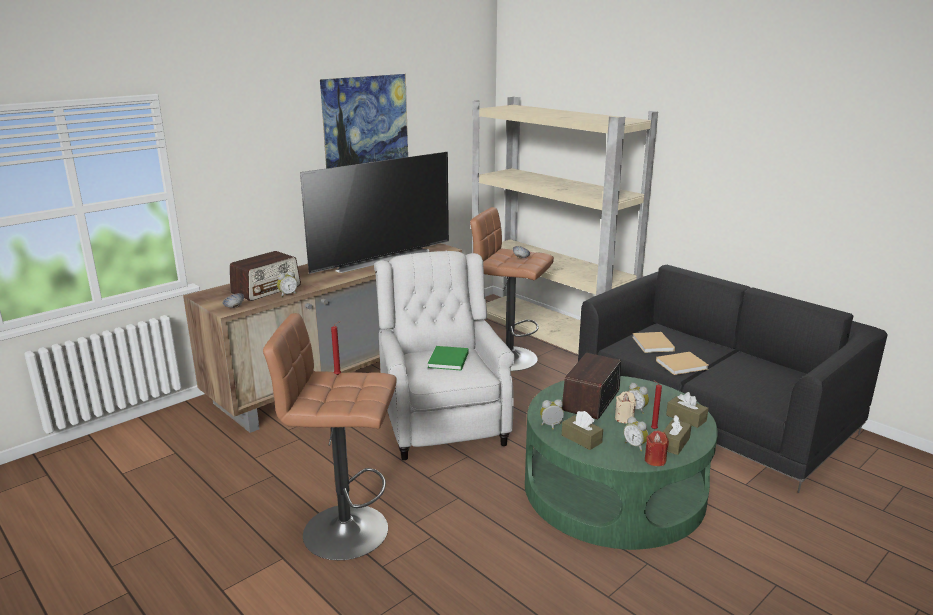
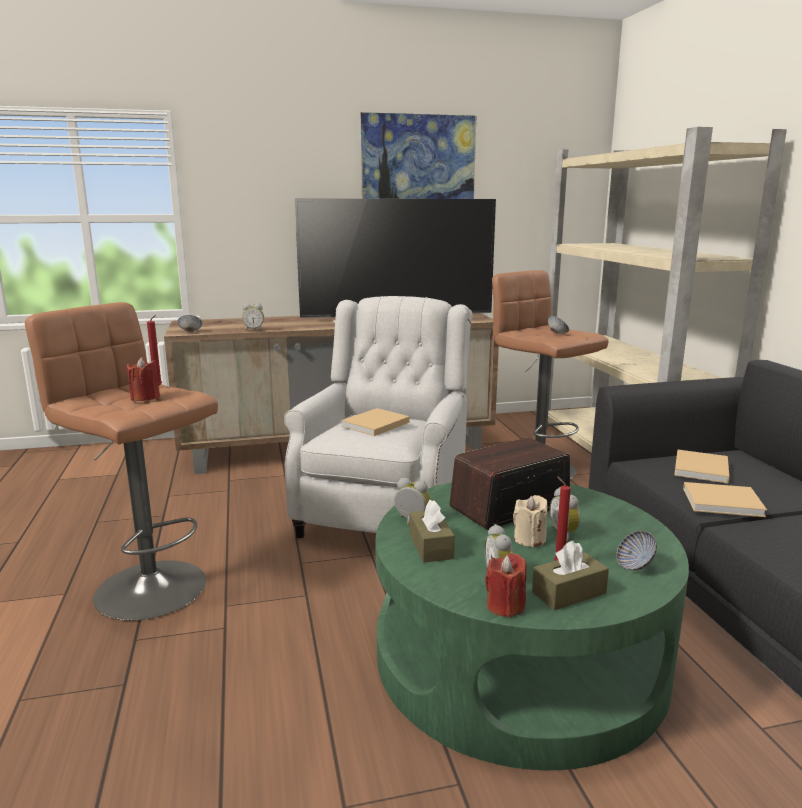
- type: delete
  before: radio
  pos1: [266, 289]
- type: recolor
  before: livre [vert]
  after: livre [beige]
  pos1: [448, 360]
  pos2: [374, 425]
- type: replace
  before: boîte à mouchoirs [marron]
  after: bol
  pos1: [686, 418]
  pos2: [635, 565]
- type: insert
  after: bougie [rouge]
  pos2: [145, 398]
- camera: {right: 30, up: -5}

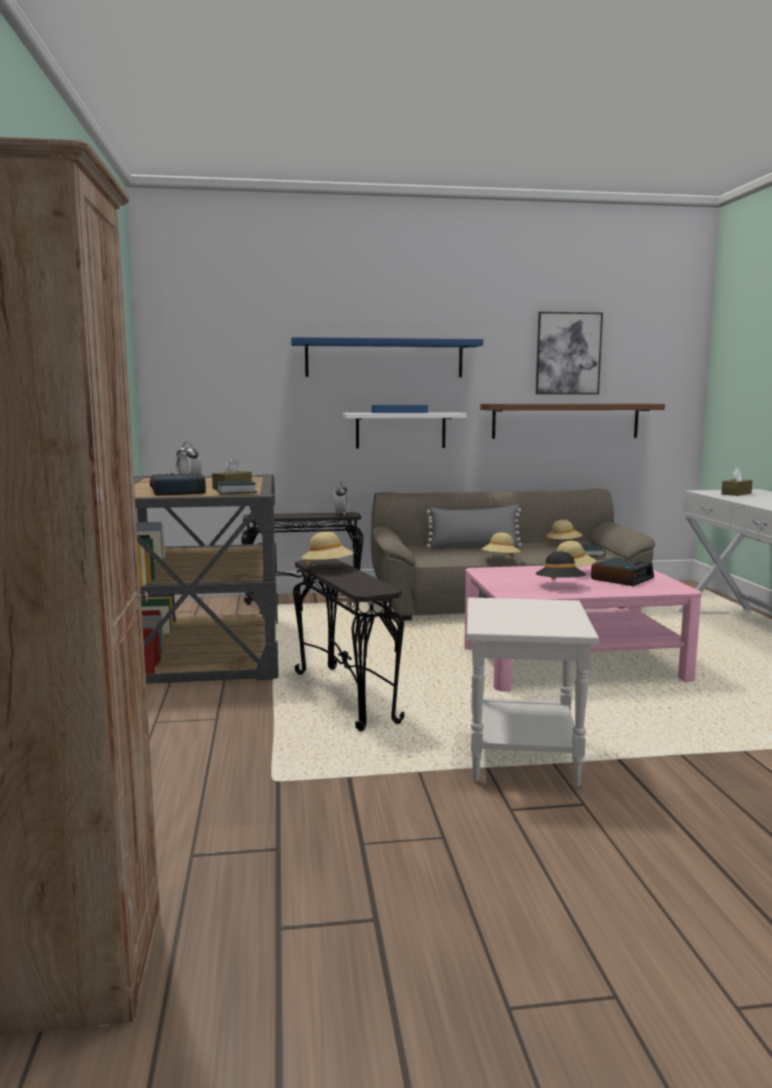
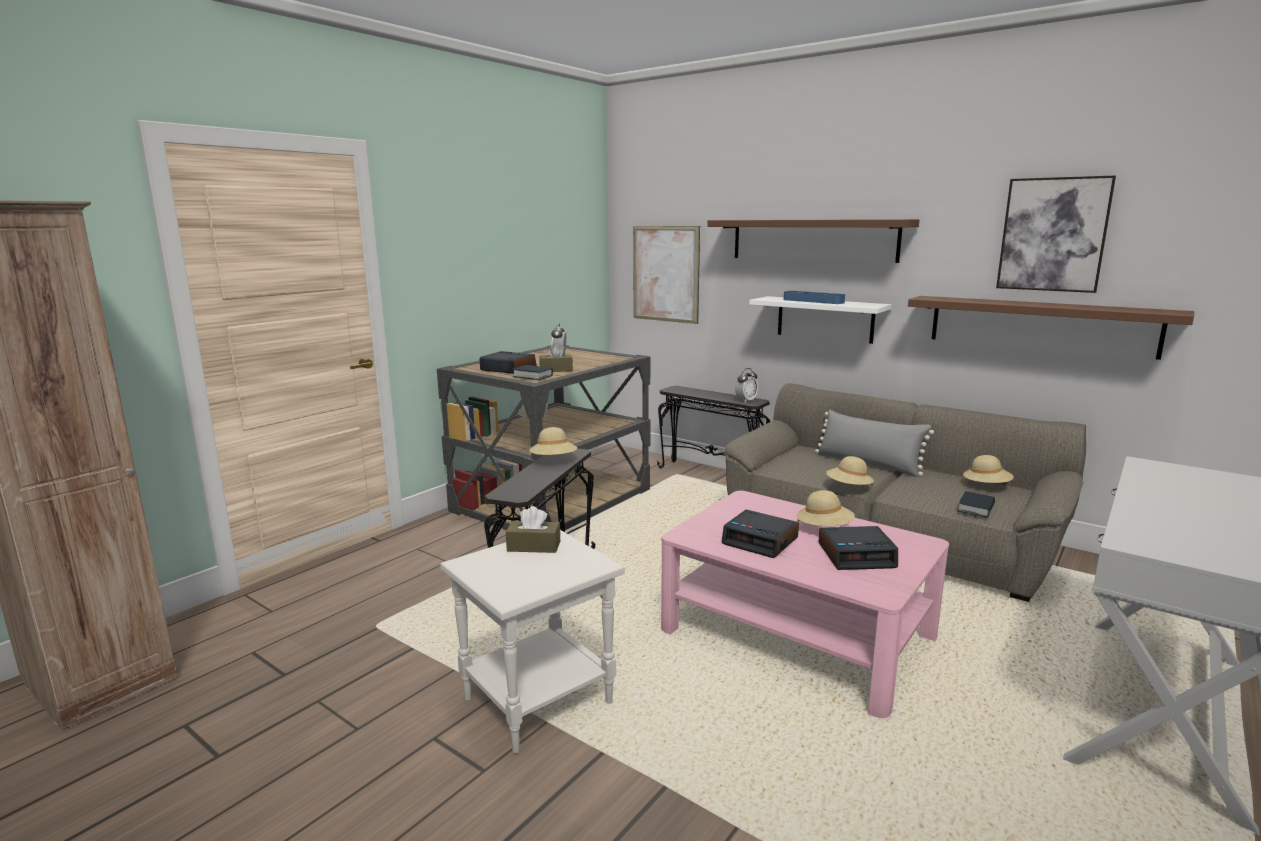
- type: recolor
  before: étagère [bleu]
  after: étagère [marron]
  pos1: [384, 358]
  pos2: [812, 240]
- type: replace
  before: chapeau [noir]
  after: réveil
  pos1: [560, 586]
  pos2: [761, 541]
- type: move
  before: boîte à mouchoirs [marron]
  pos1: [736, 494]
  pos2: [534, 546]
- type: insert
  after: tableau
  pos2: [665, 274]
- camera: {right: 45, up: 5}

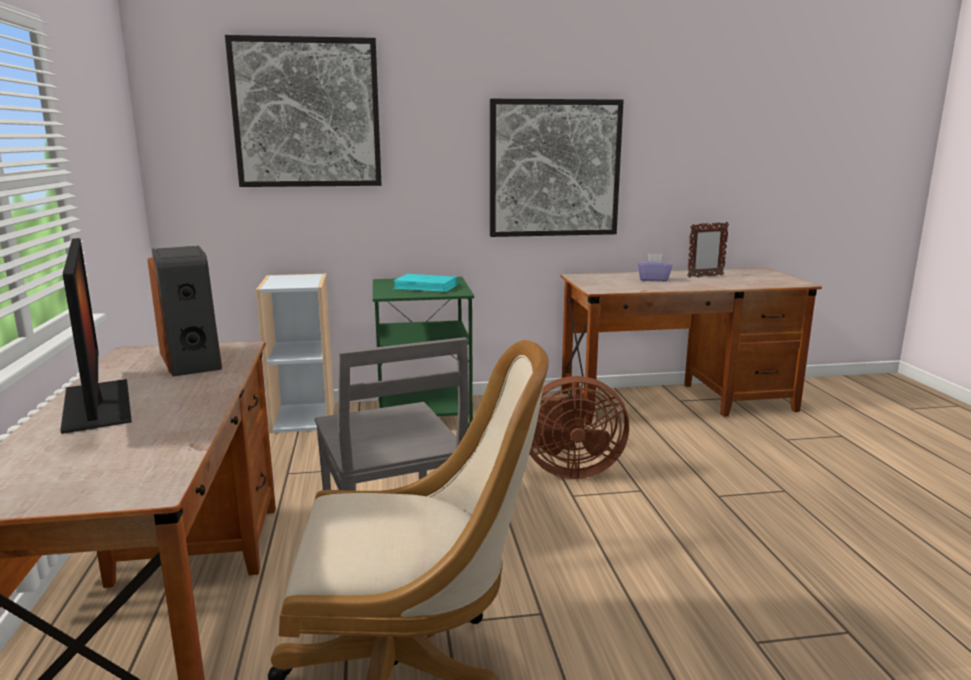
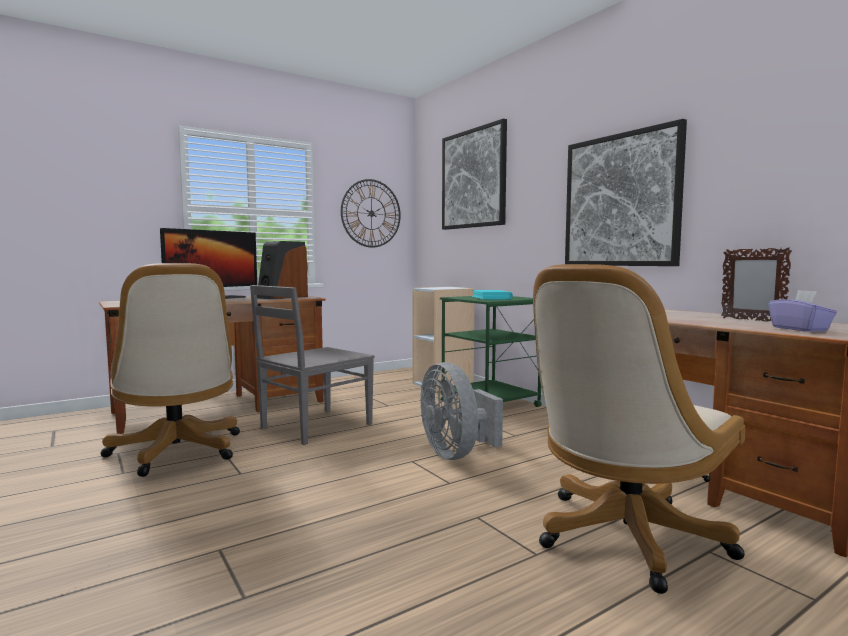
- type: recolor
  before: ventilateur [marron]
  after: ventilateur [gris]
  pos1: [568, 470]
  pos2: [456, 454]
- type: move
  before: boîte à mouchoirs [violet]
  pos1: [653, 279]
  pos2: [800, 329]
- type: insert
  after: horloge murale
  pos2: [371, 213]
- type: insert
  after: chaise de bureau
  pos2: [623, 541]
- camera: {right: 65, up: -10}

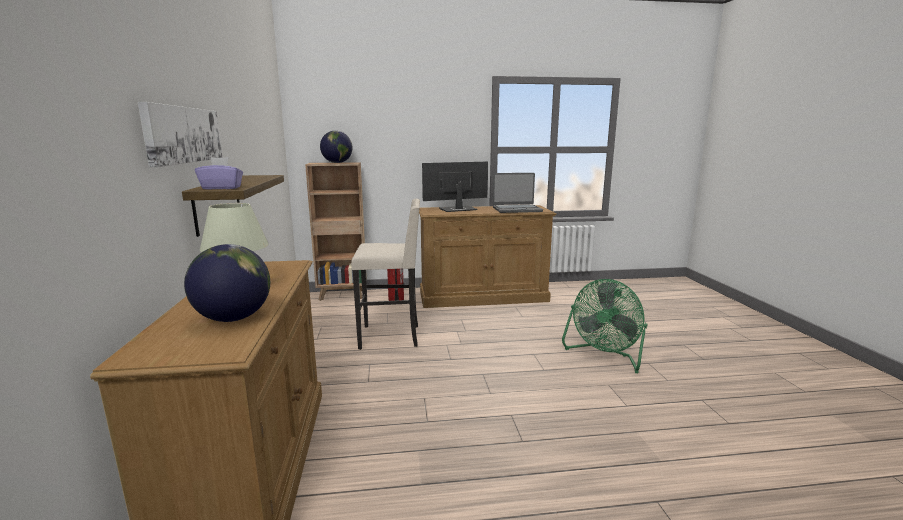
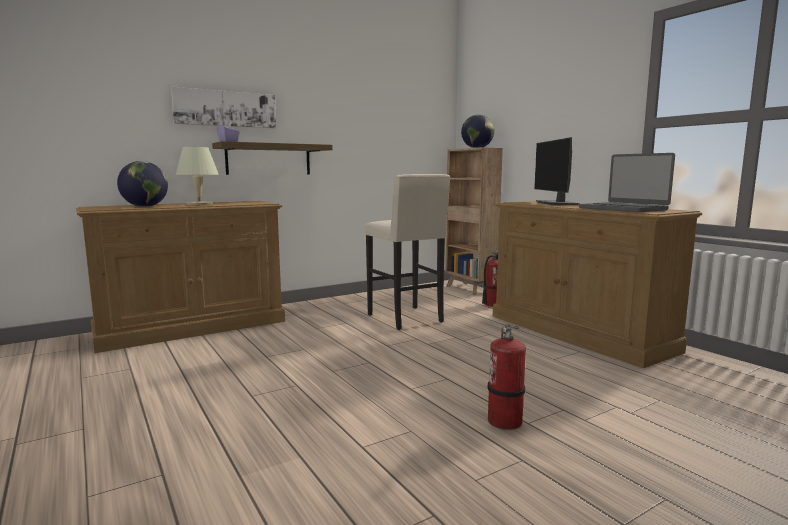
- type: rotate
  before: écran d'ordinateur
  pos1: [457, 209]
  pos2: [557, 203]
  turn: -135
- type: replace
  before: ventilateur [vert]
  after: extincteur
  pos1: [603, 354]
  pos2: [505, 421]
- camera: {right: 65, up: -5}

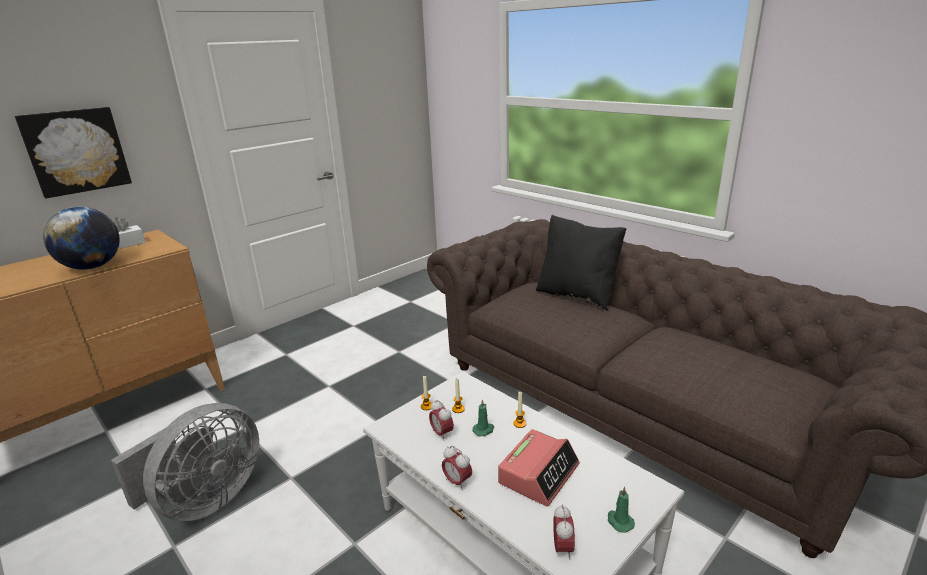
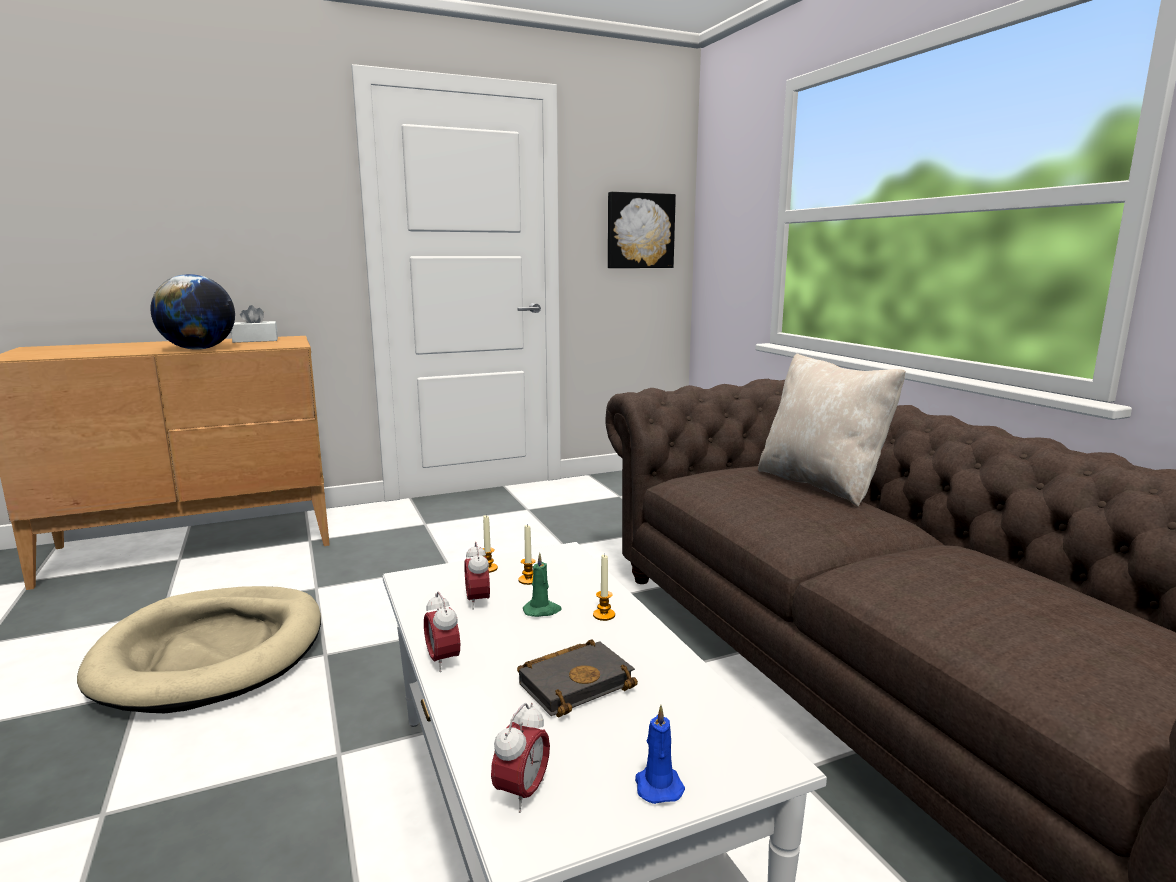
- type: move
  before: tableau
  pos1: [76, 151]
  pos2: [639, 231]
- type: replace
  before: ventilateur [gris]
  after: panier pour chien [beige]
  pos1: [205, 500]
  pos2: [212, 653]
- type: replace
  before: réveil
  after: livre [noir]
  pos1: [539, 474]
  pos2: [576, 682]
- type: recolor
  before: coussin [noir]
  after: coussin [beige]
  pos1: [577, 295]
  pos2: [821, 484]
- type: recolor
  before: bougie [vert]
  after: bougie [bleu]
  pos1: [619, 521]
  pos2: [657, 785]
- camera: {right: 20, up: -10}

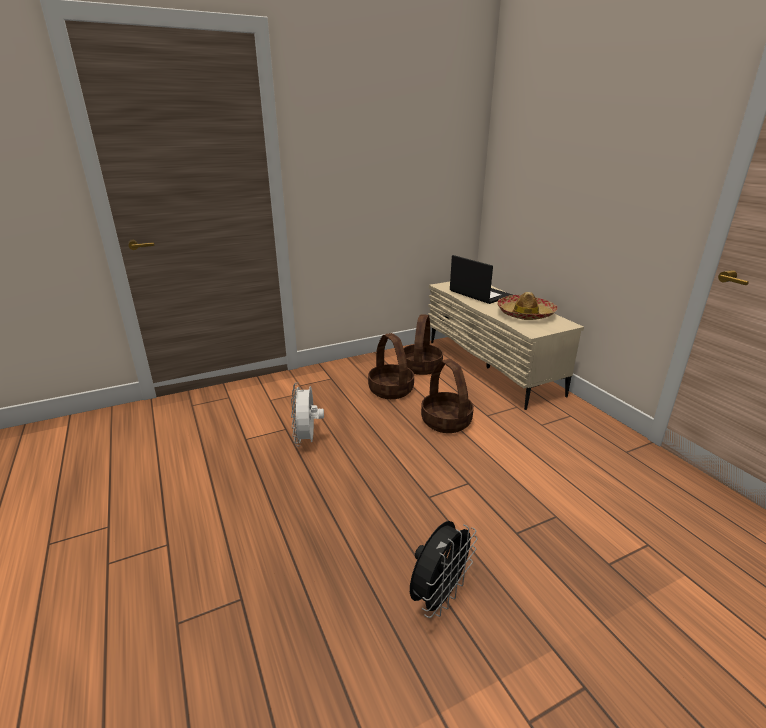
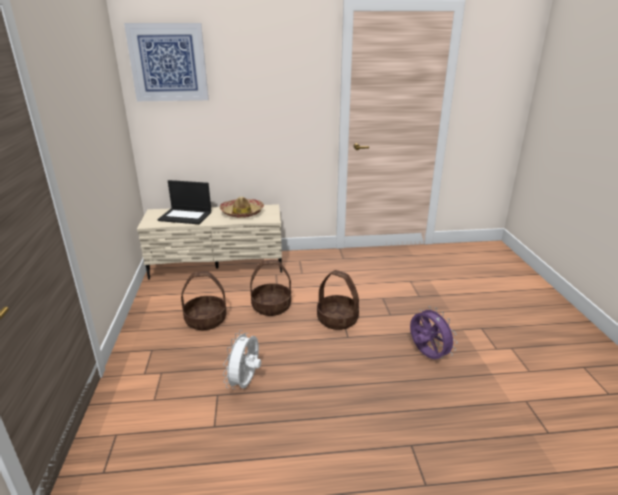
- type: rotate
  before: ventilateur [blanc]
  pos1: [307, 440]
  pos2: [245, 383]
  turn: 90
- type: move
  before: panier
  pos1: [421, 367]
  pos2: [338, 319]
- type: recolor
  before: ventilateur [noir]
  after: ventilateur [violet]
  pos1: [438, 596]
  pos2: [427, 355]
- type: rotate
  before: ordinateur portable
  pos1: [479, 293]
  pos2: [186, 216]
  turn: -150
- type: insert
  after: tableau
  pos2: [168, 63]
- camera: {right: -70, up: 0}

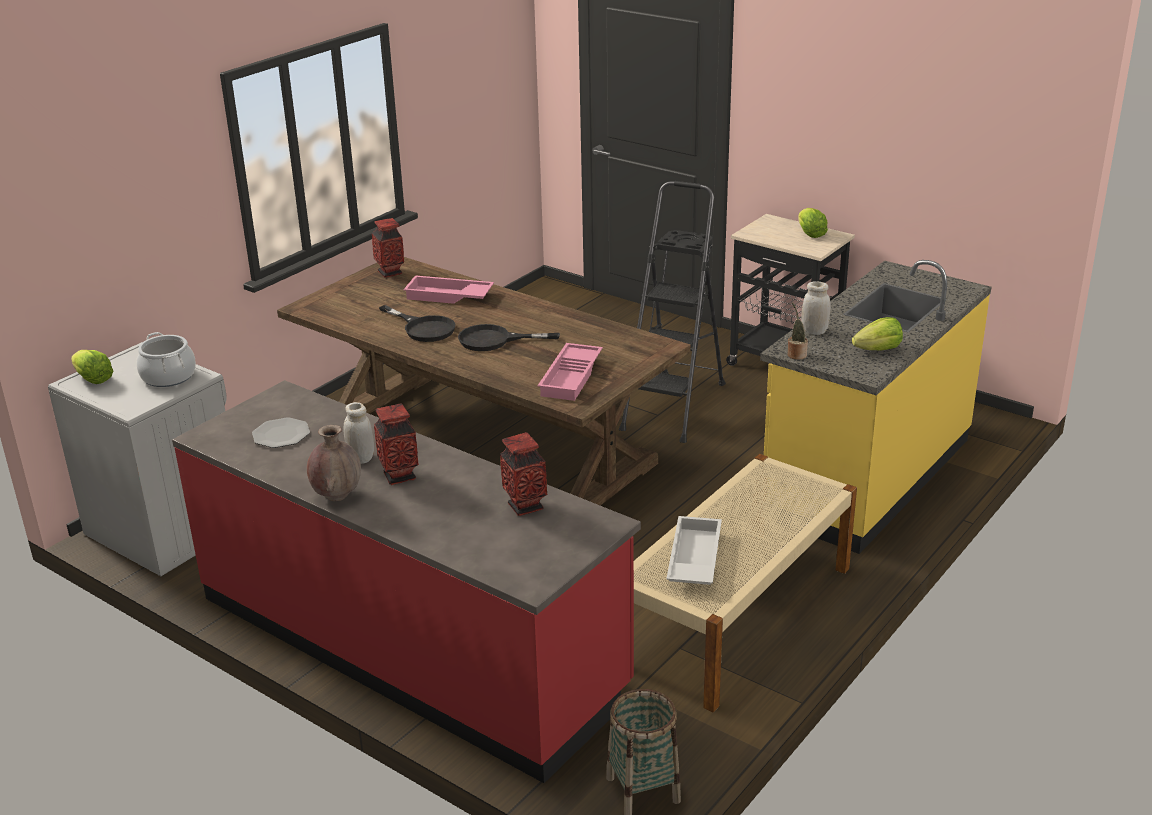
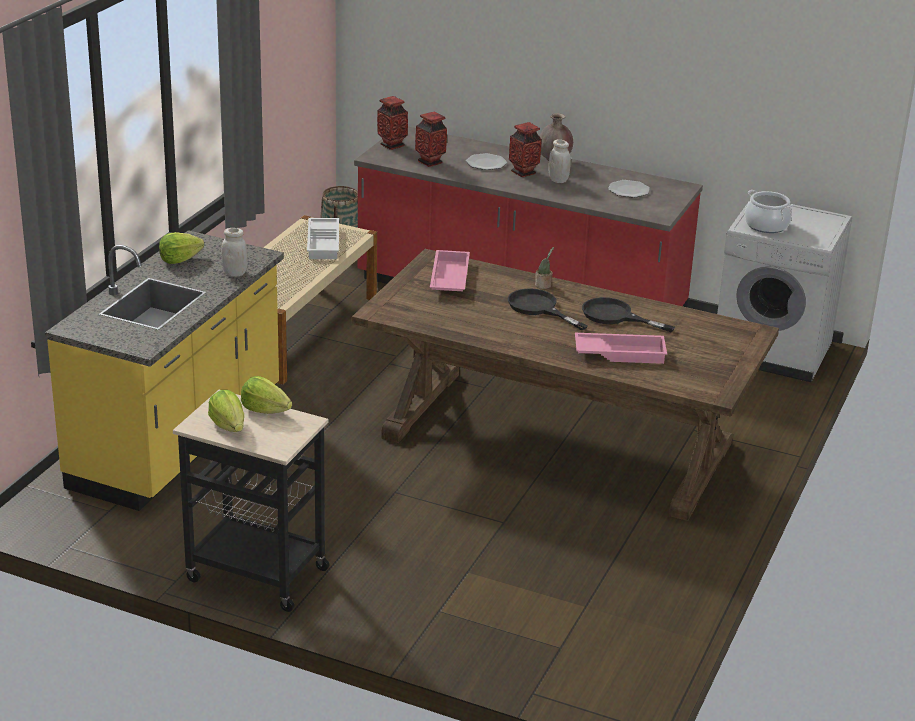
- type: move
  before: laitue
  pos1: [93, 379]
  pos2: [265, 410]
- type: move
  before: vase
  pos1: [390, 272]
  pos2: [392, 145]
- type: rotate
  before: poêle [noir]
  pos1: [494, 340]
  pos2: [538, 308]
  turn: -120
- type: delete
  before: escabeau
  pos1: [674, 404]
- type: move
  before: plante en pot
  pos1: [796, 354]
  pos2: [544, 285]
- type: insert
  after: assiette
  pos2: [486, 163]
- camera: {right: 165, up: 0}

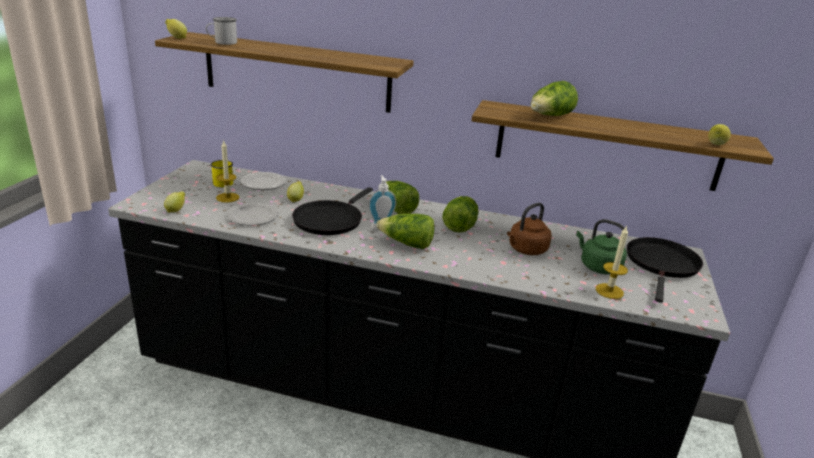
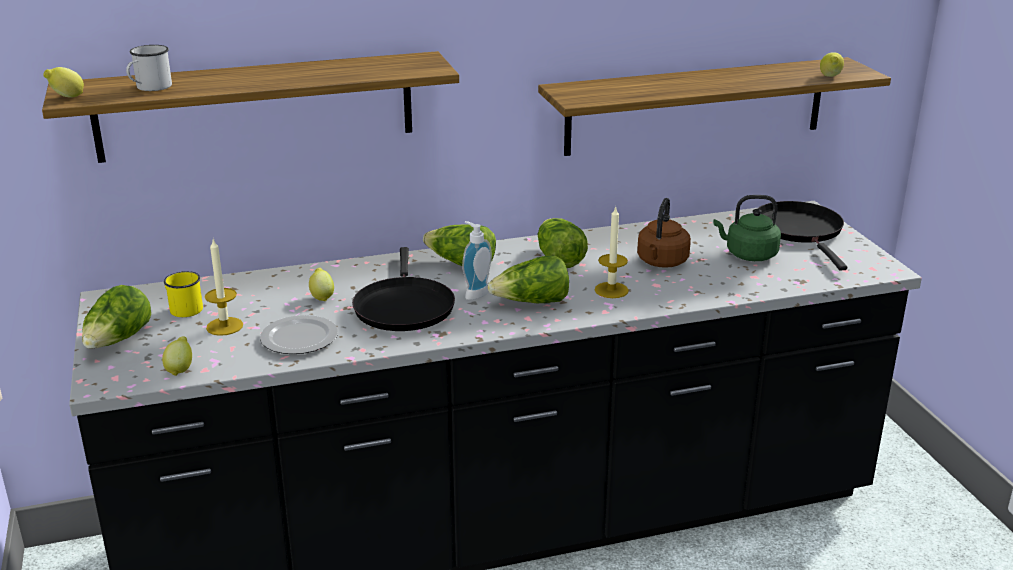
- type: delete
  before: assiette
  pos1: [264, 183]
- type: move
  before: laitue
  pos1: [550, 116]
  pos2: [118, 340]
- type: move
  before: bougie
  pos1: [609, 291]
  pos2: [611, 290]
- camera: {right: -30, up: 0}

